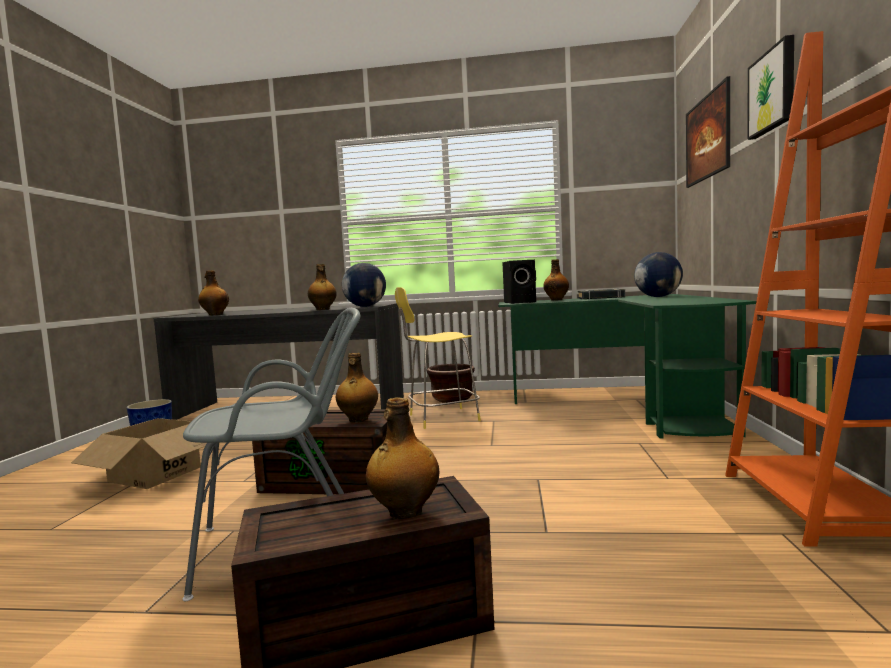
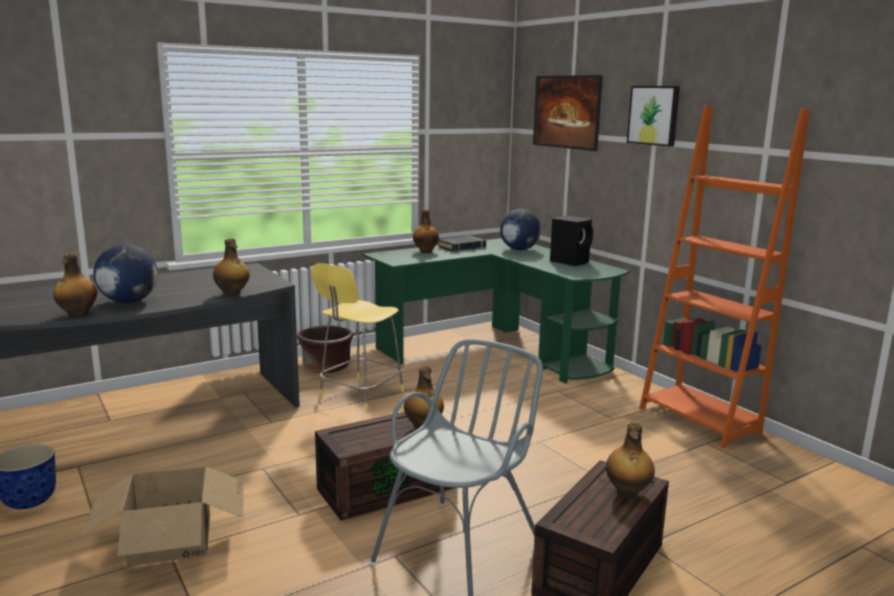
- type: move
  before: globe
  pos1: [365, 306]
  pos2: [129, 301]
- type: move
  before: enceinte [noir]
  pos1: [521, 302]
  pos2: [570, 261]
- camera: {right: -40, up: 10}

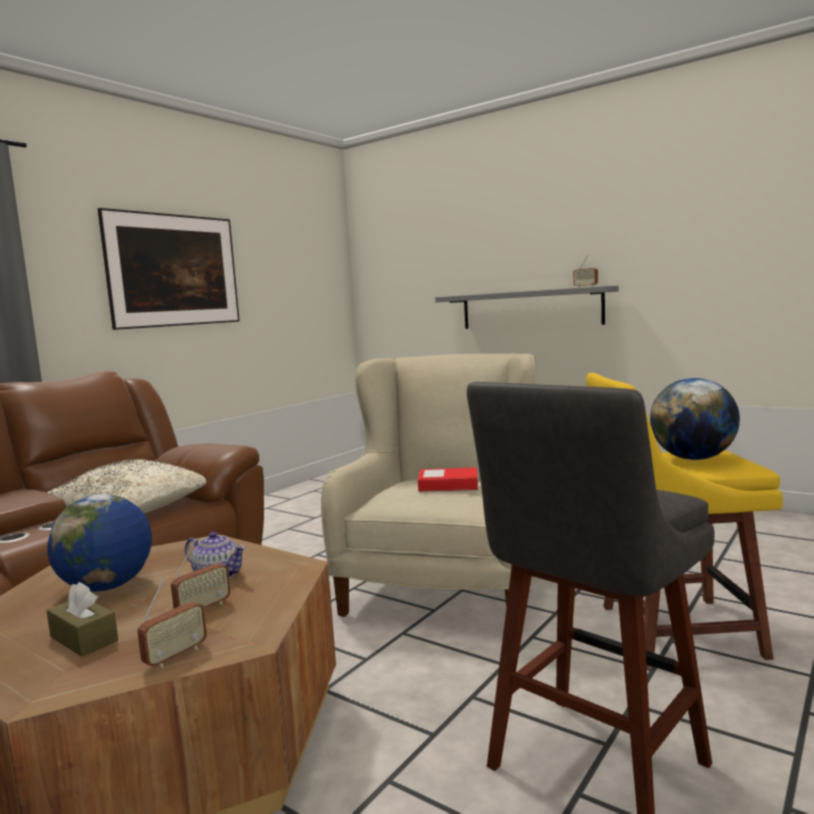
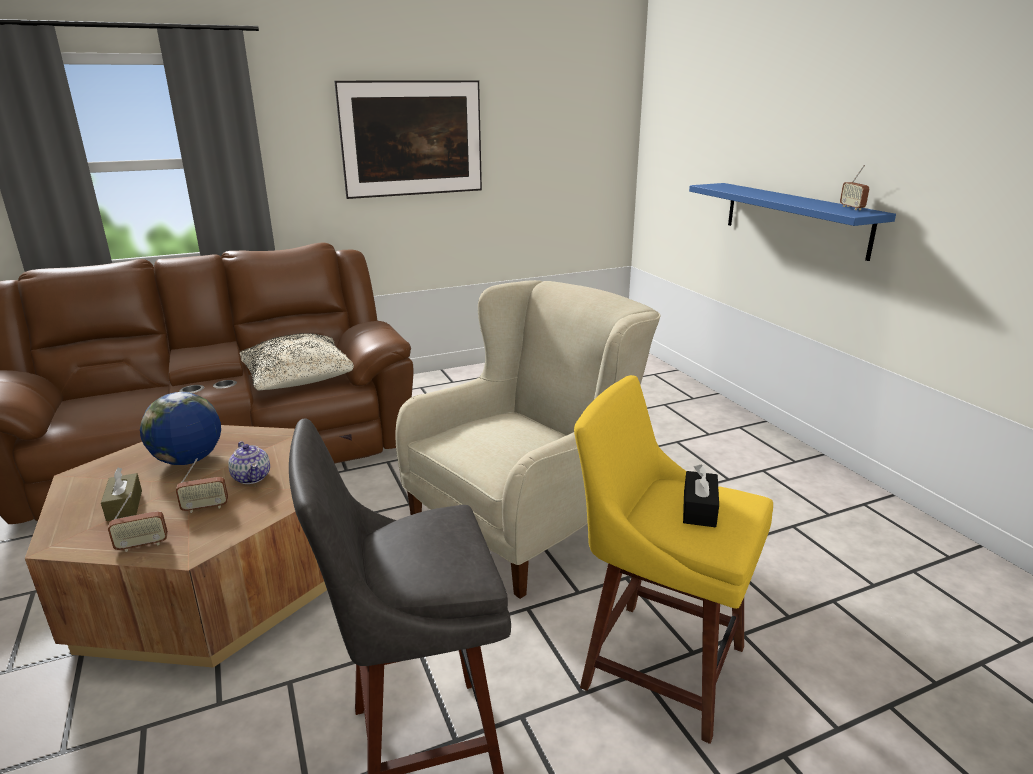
- type: delete
  before: livre
  pos1: [448, 485]
- type: recolor
  before: étagère [gris]
  after: étagère [bleu]
  pos1: [530, 309]
  pos2: [794, 218]
- type: replace
  before: globe
  after: boîte à mouchoirs [noir]
  pos1: [693, 458]
  pos2: [699, 509]
- camera: {right: 30, up: 15}

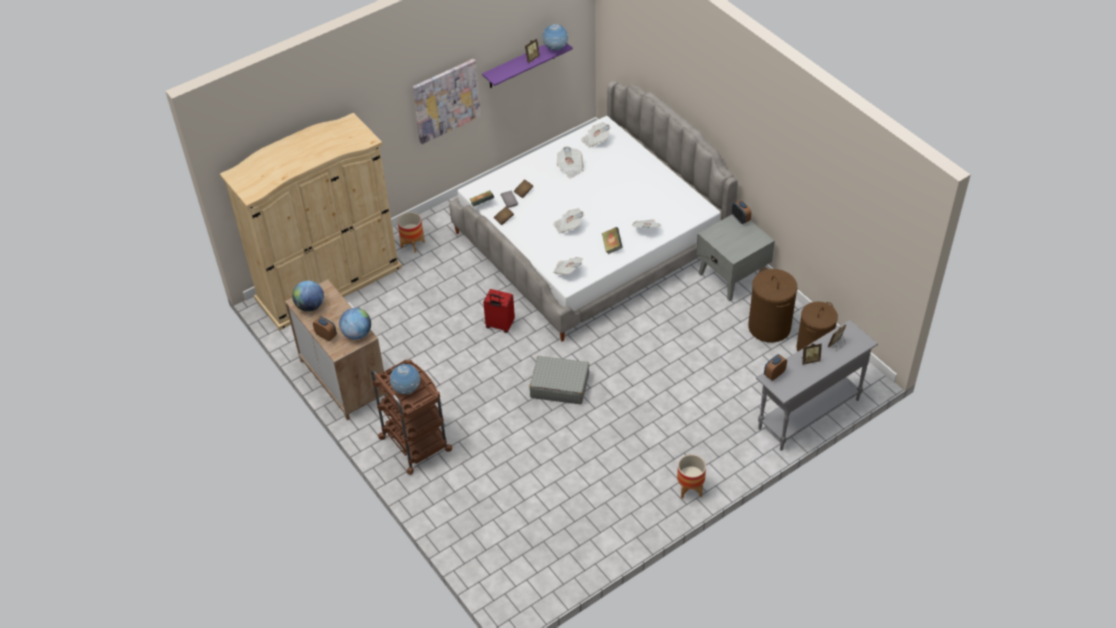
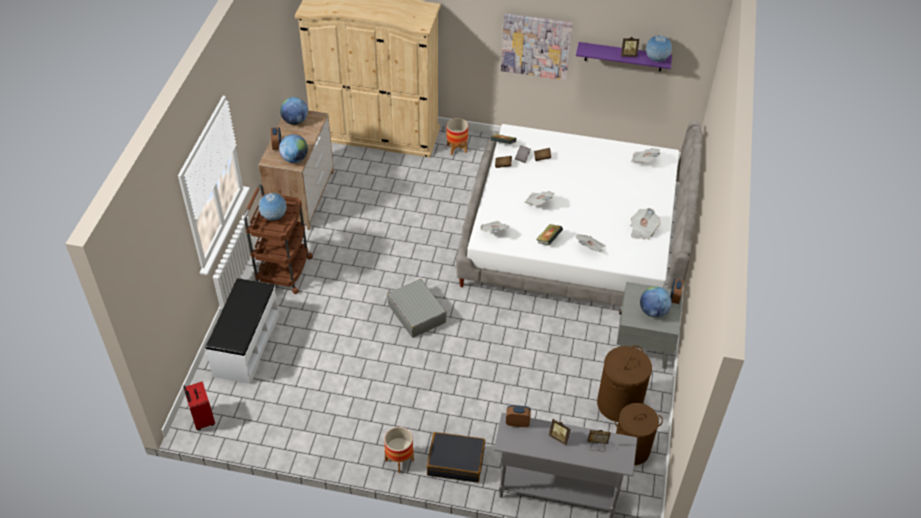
- type: move
  before: valise [rouge]
  pos1: [499, 325]
  pos2: [202, 419]
- type: move
  before: journal
  pos1: [570, 168]
  pos2: [642, 230]
- type: insert
  after: banc [blanc]
  pos2: [246, 345]
- type: insert
  after: valise [noir]
  pos2: [456, 461]
- type: insert
  after: globe
  pos2: [653, 311]
- camera: {right: 45, up: 0}

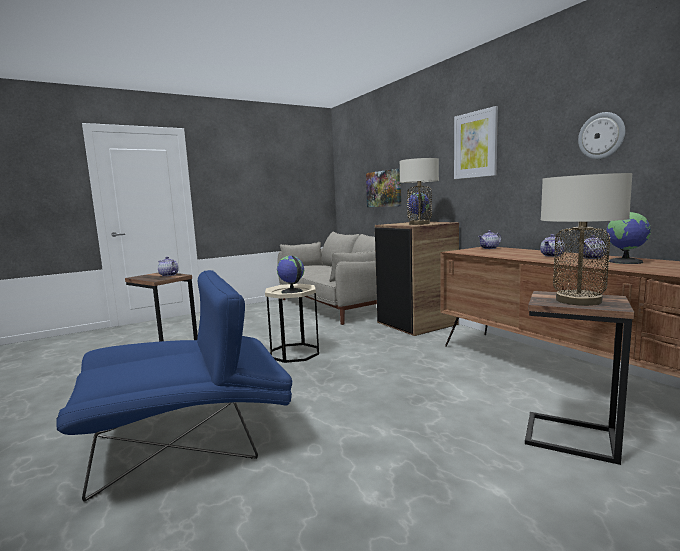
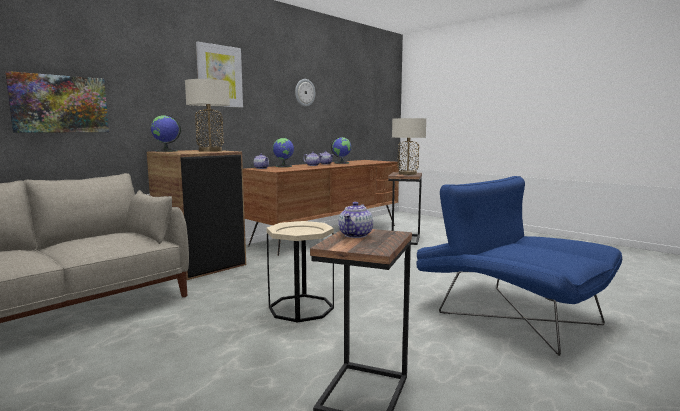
- type: move
  before: globe
  pos1: [291, 291]
  pos2: [284, 166]
- camera: {right: -105, up: 0}

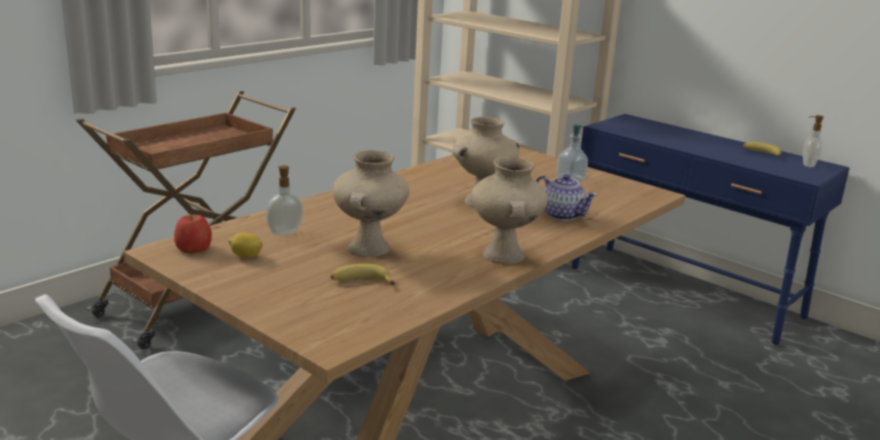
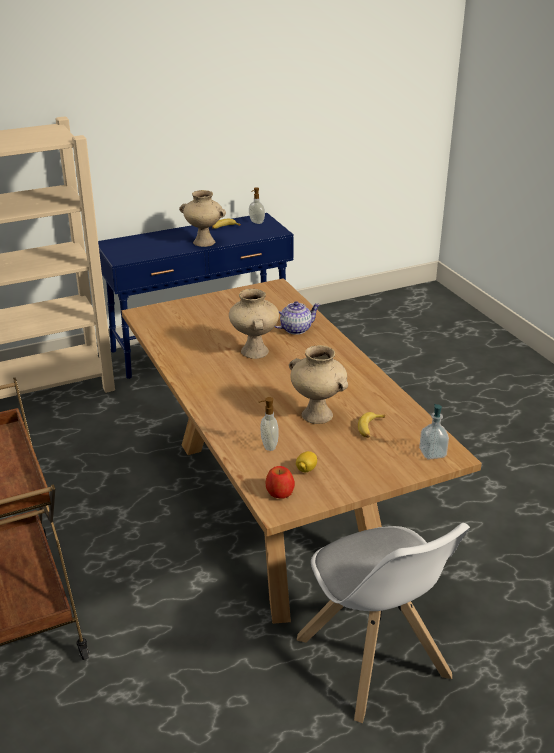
- type: move
  before: vase [beige]
  pos1: [505, 256]
  pos2: [204, 242]
- type: move
  before: distributeur de savon
  pos1: [570, 179]
  pos2: [432, 453]
- camera: {right: -65, up: 10}

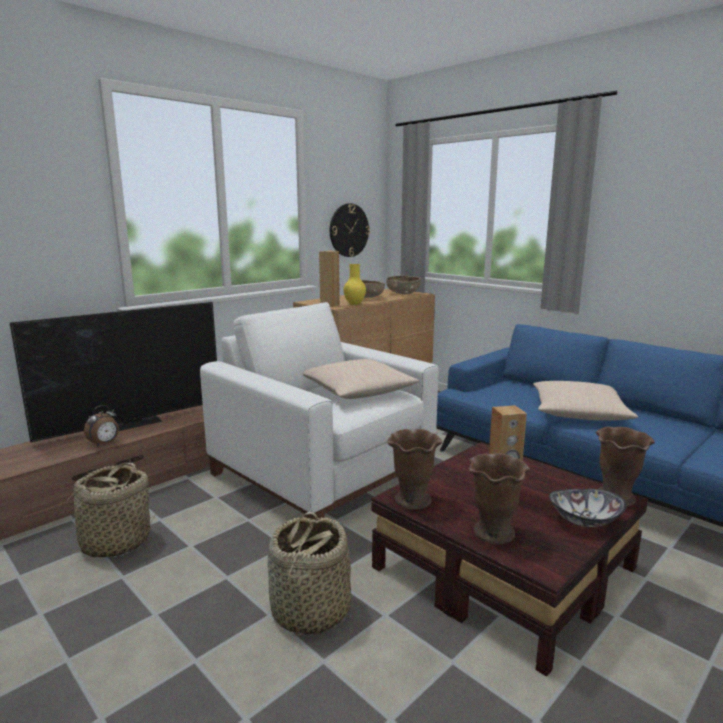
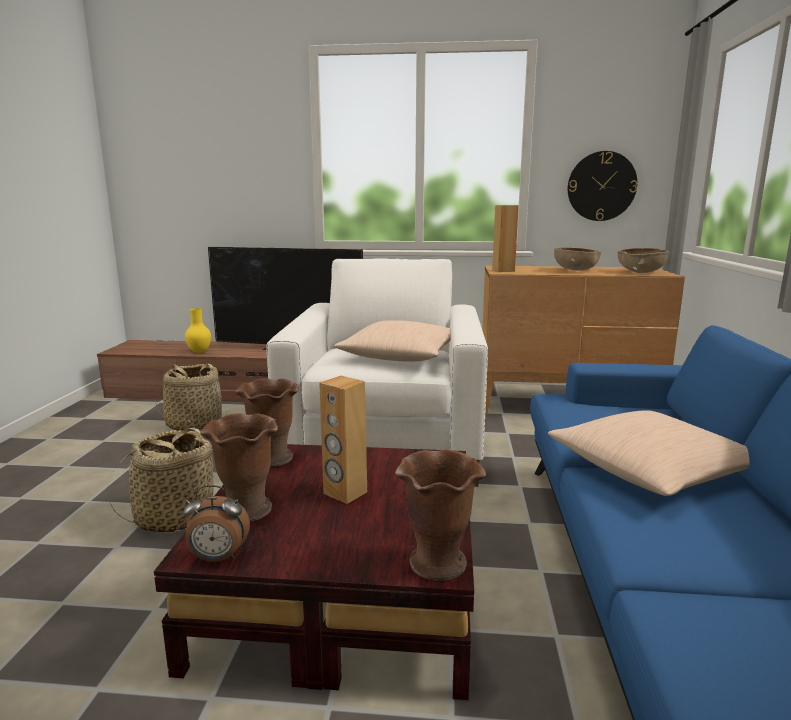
- type: move
  before: réveil
  pos1: [105, 444]
  pos2: [218, 558]
- type: move
  before: vase [jaune]
  pos1: [354, 304]
  pos2: [200, 352]
- type: delete
  before: bol
  pos1: [584, 520]
- camera: {right: 50, up: 0}

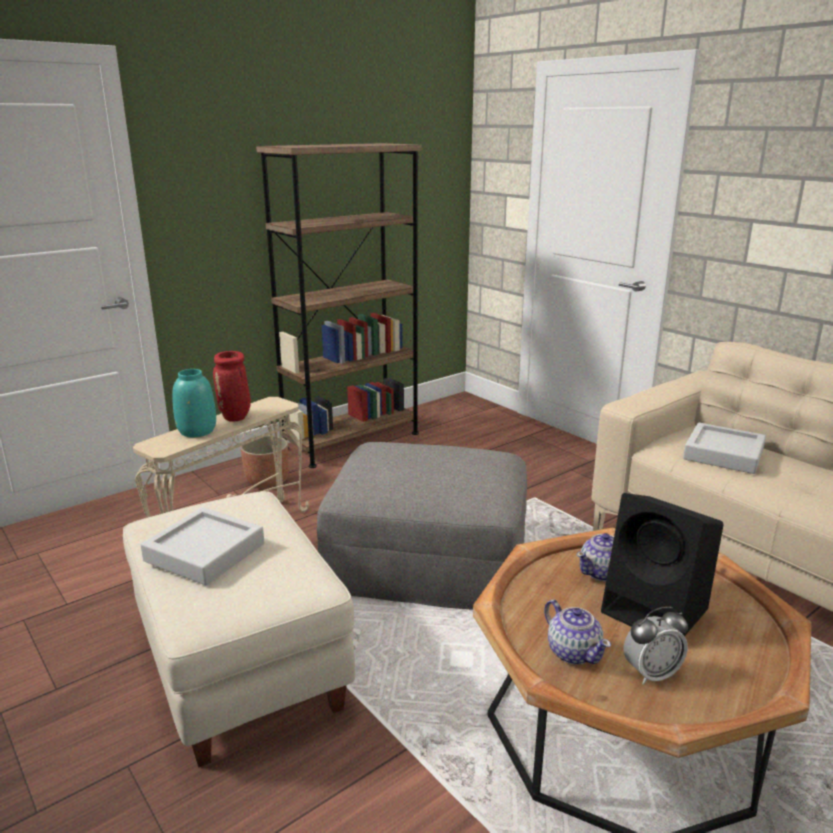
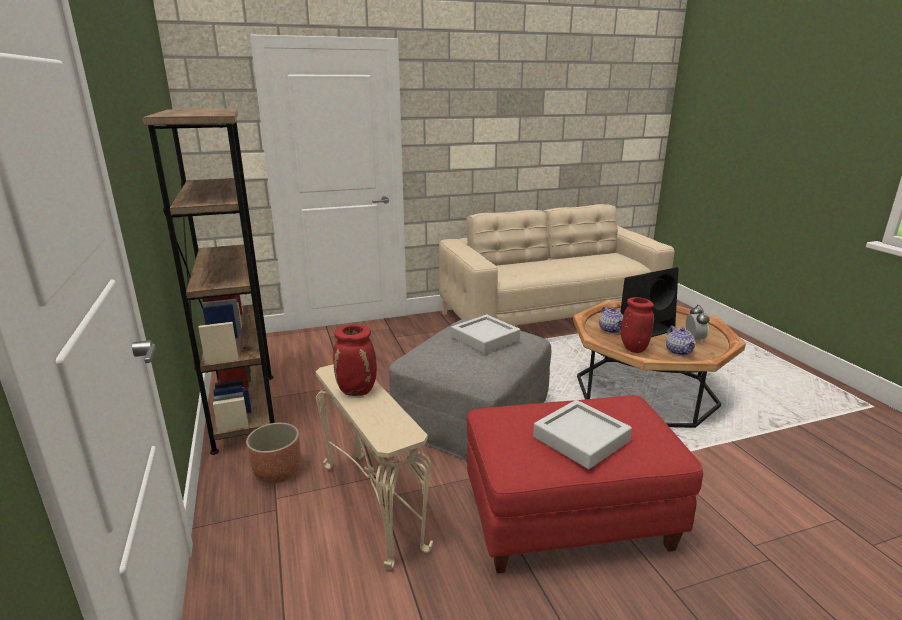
- type: recolor
  before: pouf [beige]
  after: pouf [rouge]
  pos1: [238, 664]
  pos2: [568, 521]
- type: delete
  before: vase [turquoise]
  pos1: [197, 431]
- type: rotate
  before: théière
  pos1: [573, 652]
  pos2: [679, 351]
  turn: 90
- type: move
  before: plateau [gris]
  pos1: [723, 454]
  pos2: [485, 338]
- type: insert
  after: vase [rouge]
  pos2: [633, 348]
- camera: {right: -70, up: 0}

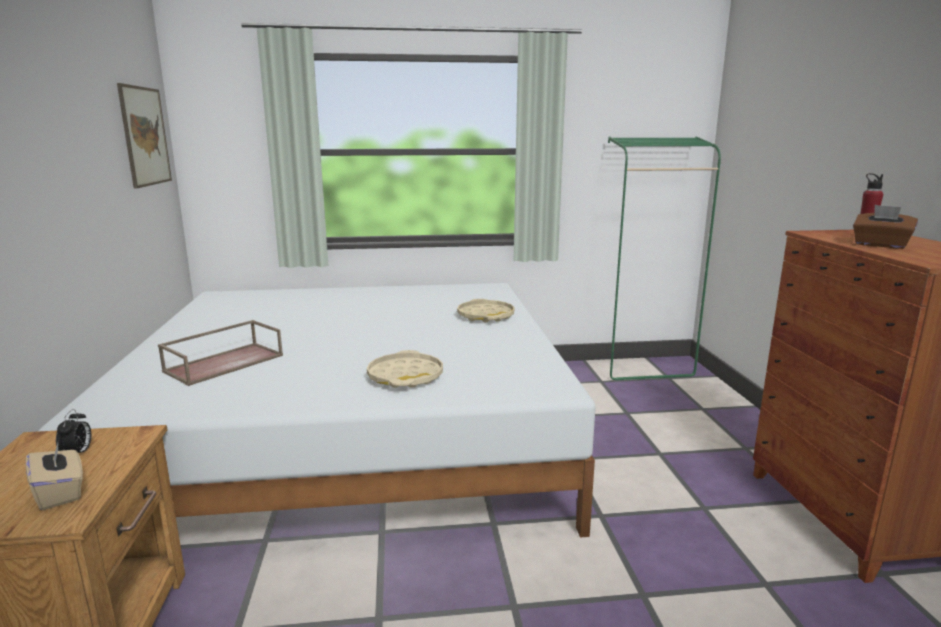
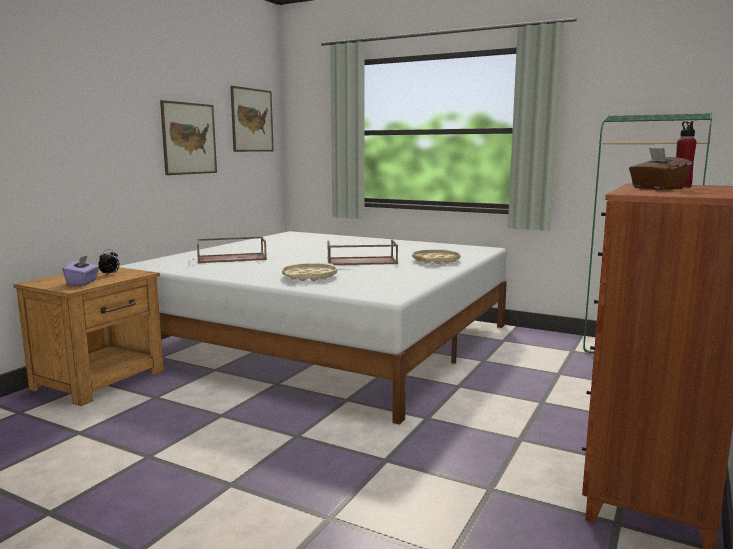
- type: recolor
  before: boîte à mouchoirs [beige]
  after: boîte à mouchoirs [violet]
  pos1: [60, 493]
  pos2: [83, 282]
- type: insert
  after: tableau
  pos2: [189, 138]
- type: insert
  after: plateau [marron]
  pos2: [361, 261]
- camera: {right: 35, up: -5}

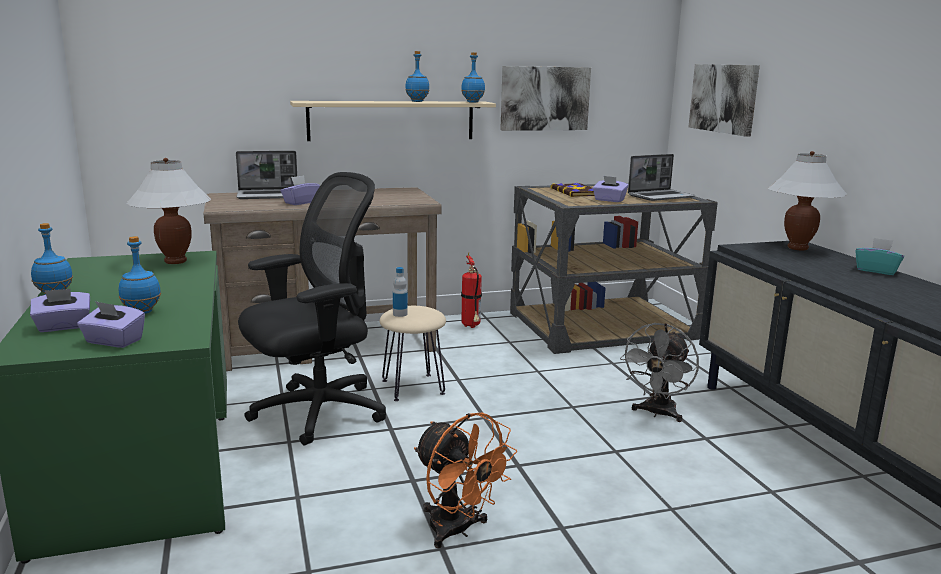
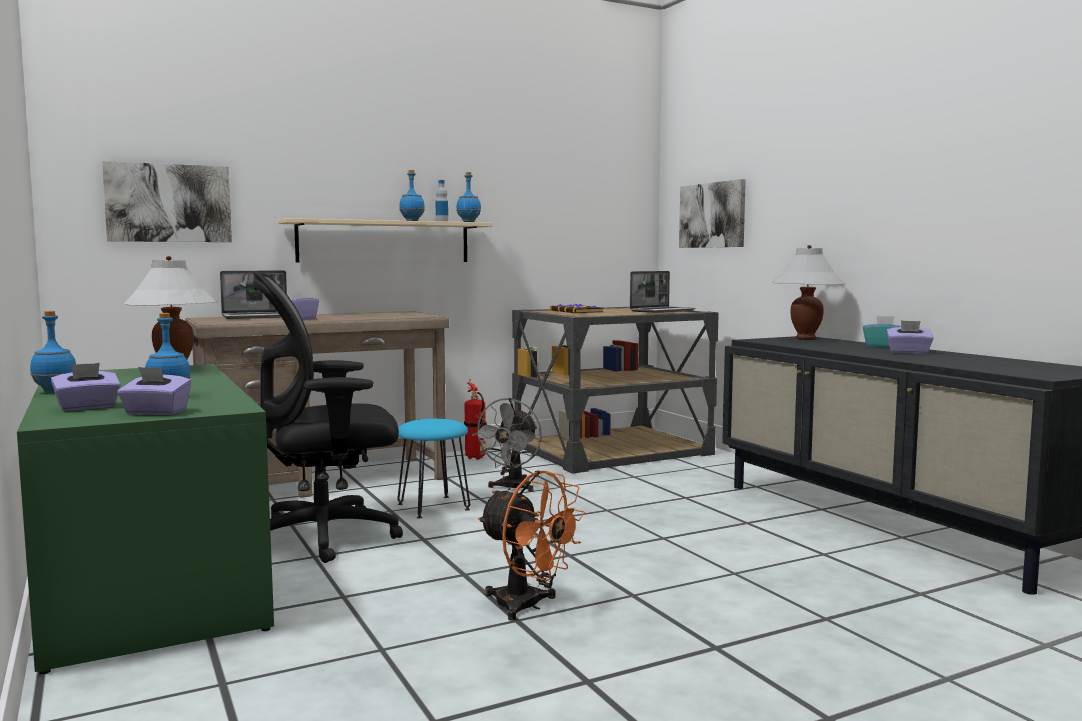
- type: rotate
  before: chaise de bureau [noir]
  pos1: [313, 415]
  pos2: [332, 535]
  turn: -150
- type: recolor
  before: tabouret [beige]
  after: tabouret [turquoise]
  pos1: [412, 387]
  pos2: [433, 507]
- type: move
  before: bouteille
  pos1: [400, 314]
  pos2: [442, 222]
- type: move
  before: tableau
  pos1: [544, 98]
  pos2: [168, 203]
- type: move
  before: boîte à mouchoirs [violet]
  pos1: [609, 200]
  pos2: [908, 352]
- type: move
  before: ventilateur [gris]
  pos1: [657, 413]
  pos2: [511, 488]
- camera: {right: -10, up: -10}

